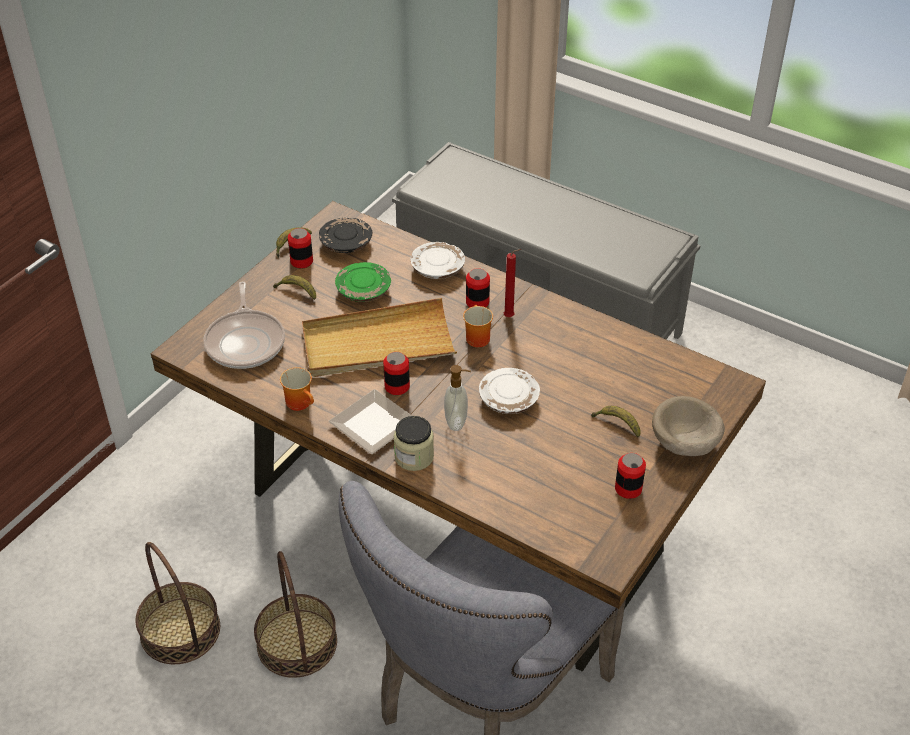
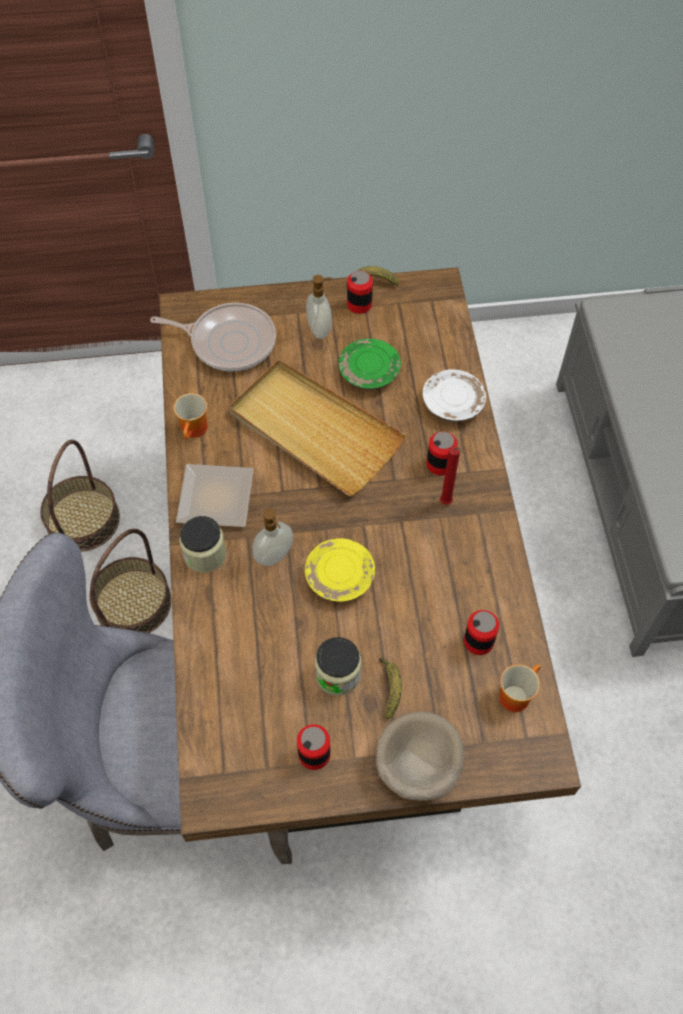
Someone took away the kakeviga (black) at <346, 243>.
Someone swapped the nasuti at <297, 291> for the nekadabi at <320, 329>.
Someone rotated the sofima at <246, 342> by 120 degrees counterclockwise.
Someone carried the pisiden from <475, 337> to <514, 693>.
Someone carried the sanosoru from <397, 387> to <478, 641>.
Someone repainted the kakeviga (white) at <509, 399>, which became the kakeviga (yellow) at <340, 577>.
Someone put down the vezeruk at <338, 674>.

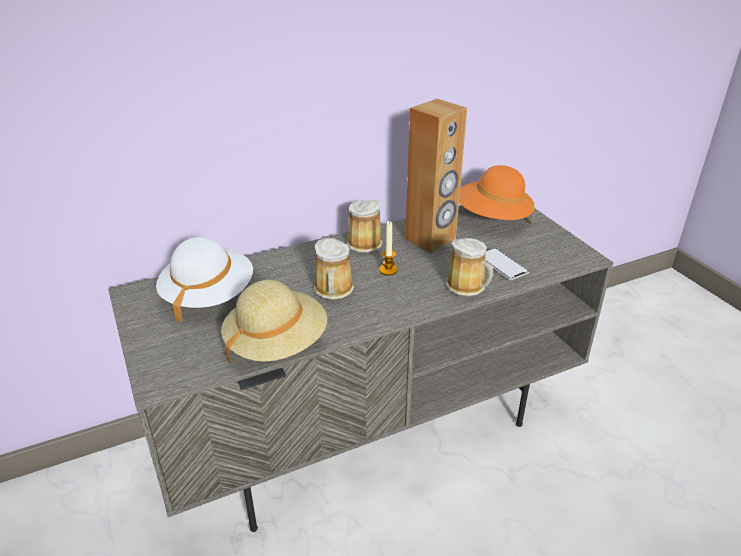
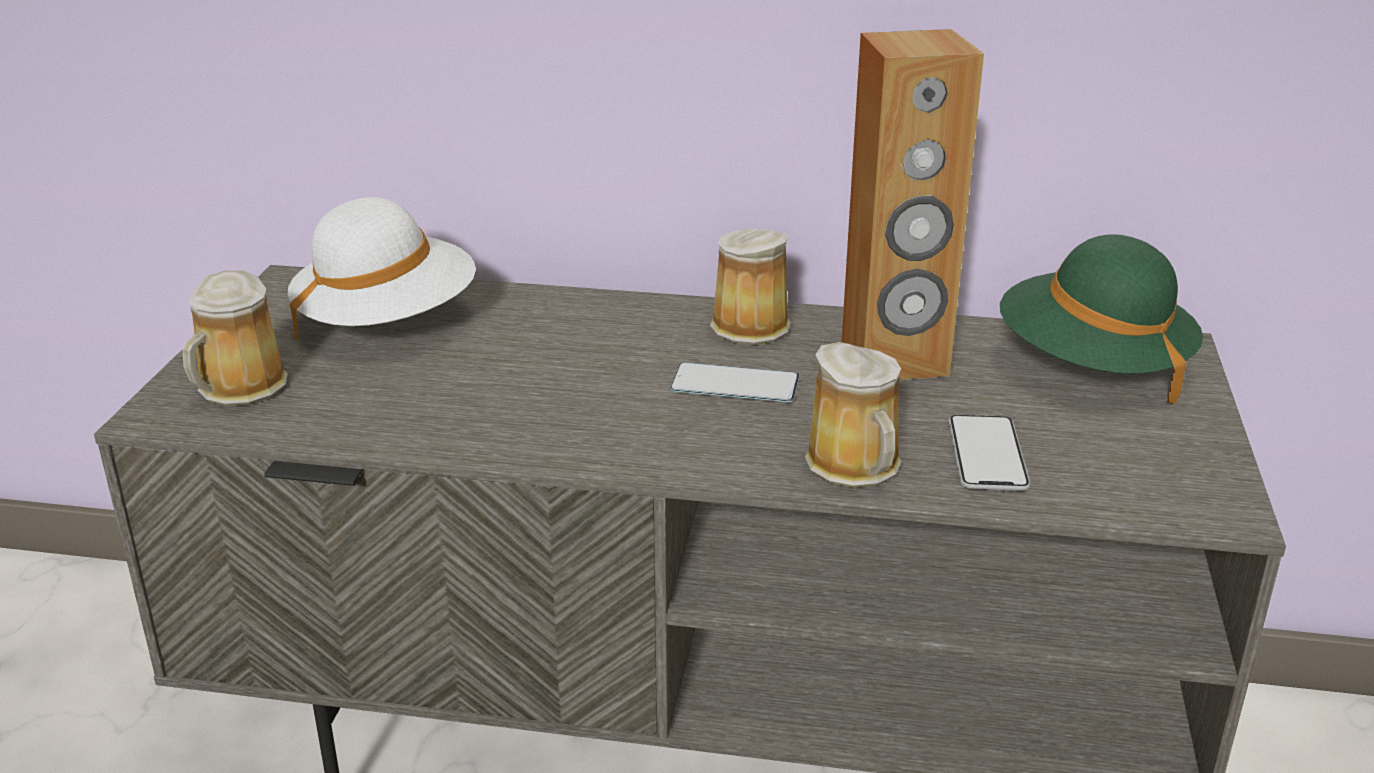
Someone repainted the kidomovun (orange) at <493, 217>, which became the kidomovun (green) at <1092, 364>.
Someone swapped the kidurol at <388, 270> for the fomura at <735, 384>.
Someone carried the pisiden from <333, 290> to <238, 388>.
Someone took away the kidomovun (beige) at <276, 343>.

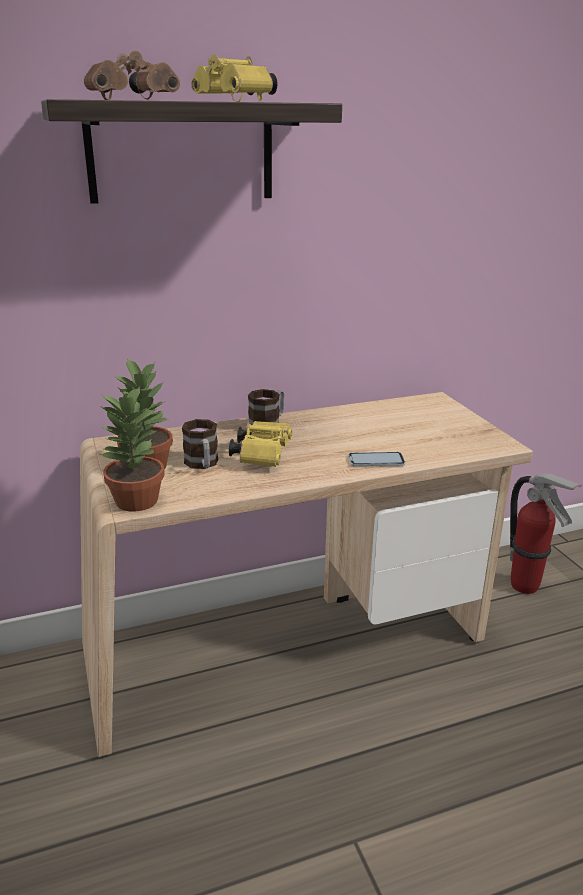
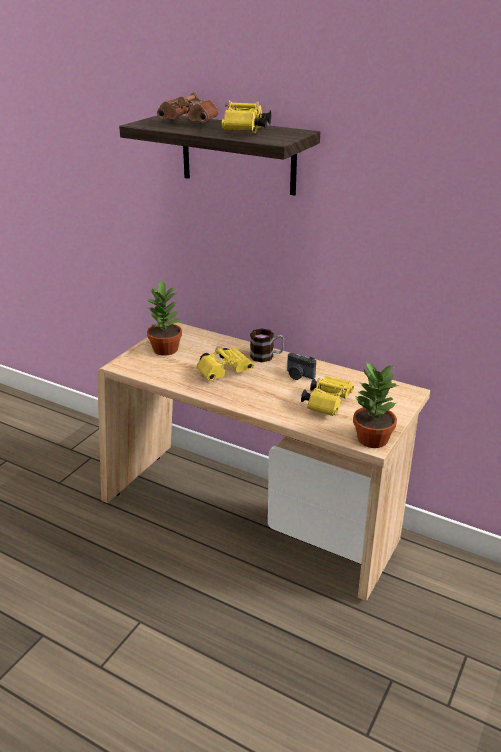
Someone carried the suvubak from <135, 501> to <371, 439>.
Someone took away the pisiden at <202, 464>.
Someone took away the fomura at <376, 461>.
Someone took away the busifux at <525, 586>.
Someone put down the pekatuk at <298, 375>.
Someone put down the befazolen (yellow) at <327, 403>.

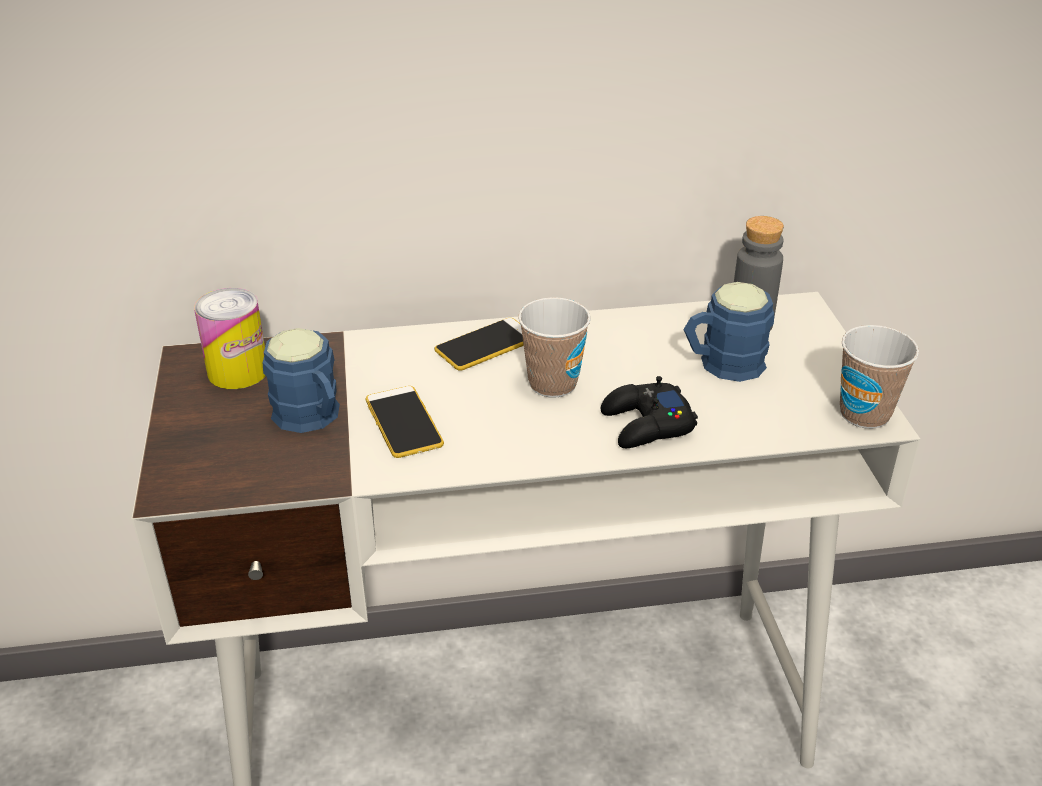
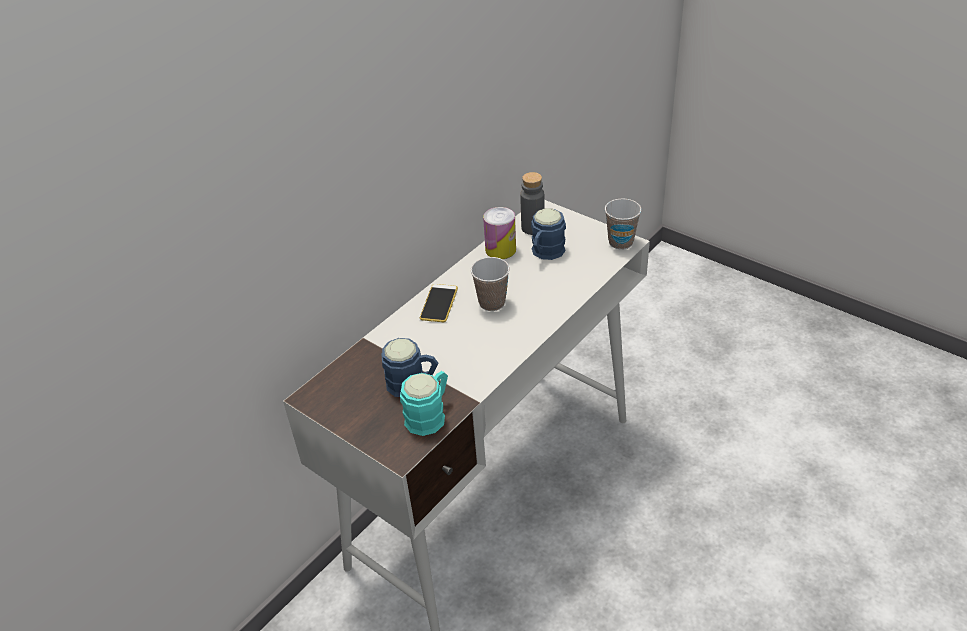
Someone carried the sanosoru from <238, 371> to <500, 249>.
Someone took away the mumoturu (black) at <646, 425>.
Someone took away the fomura at <403, 422>.
Someone put down the pisiden (turquoise) at <430, 414>.

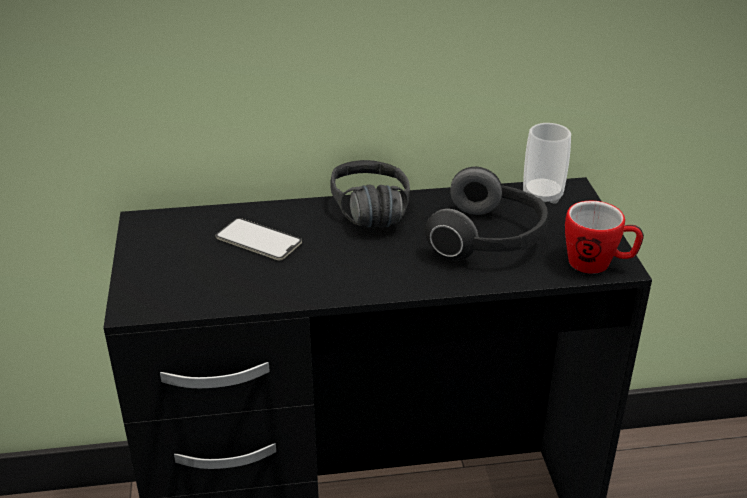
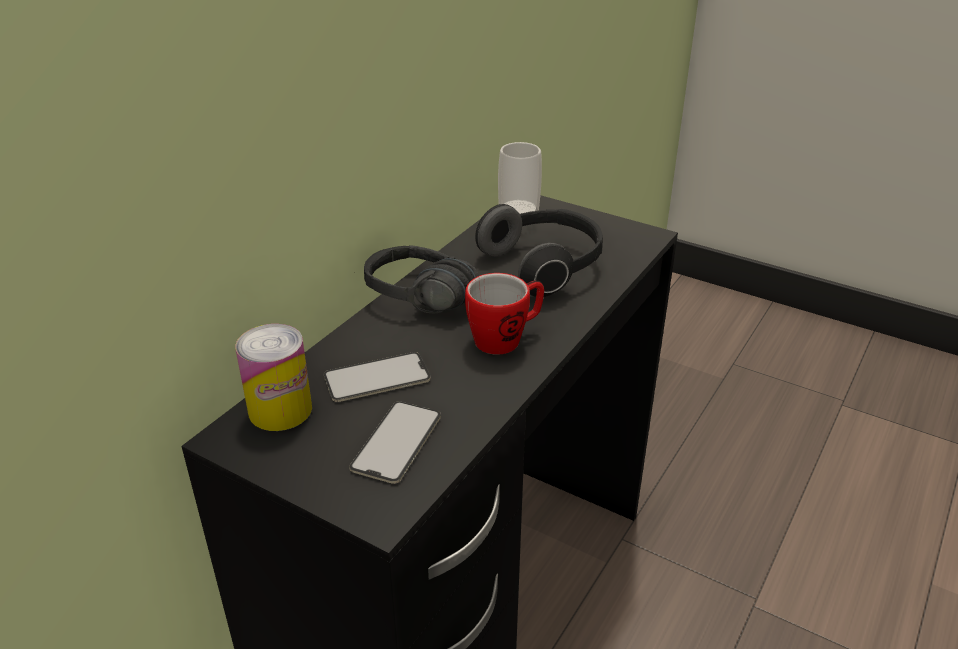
Someone carried the pisiden from <598, 264> to <506, 339>.
Someone put down the sanosoru at <280, 410>.
Someone put down the fomura at <396, 442>.

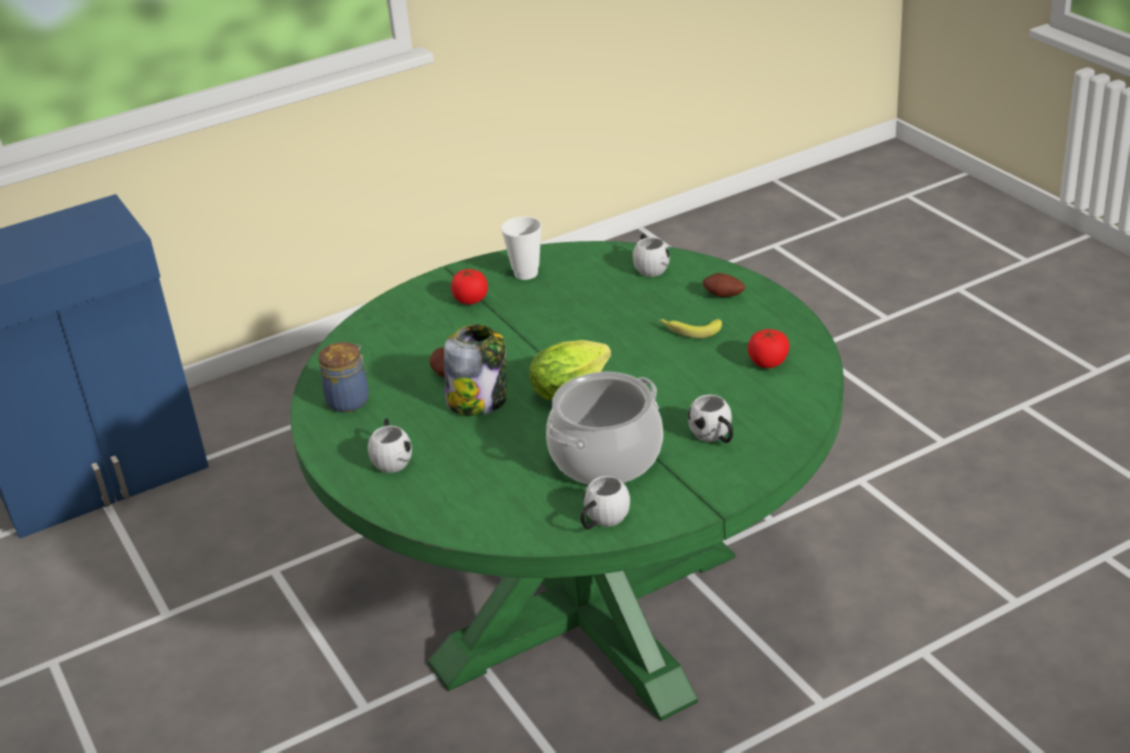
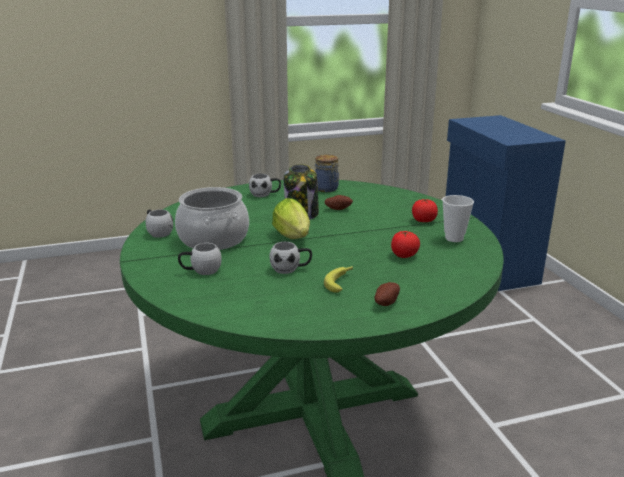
Someone carried the pisiden (white) from <649, 266> to <291, 269>.
Someone carried the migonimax from <768, 362> to <404, 255>.

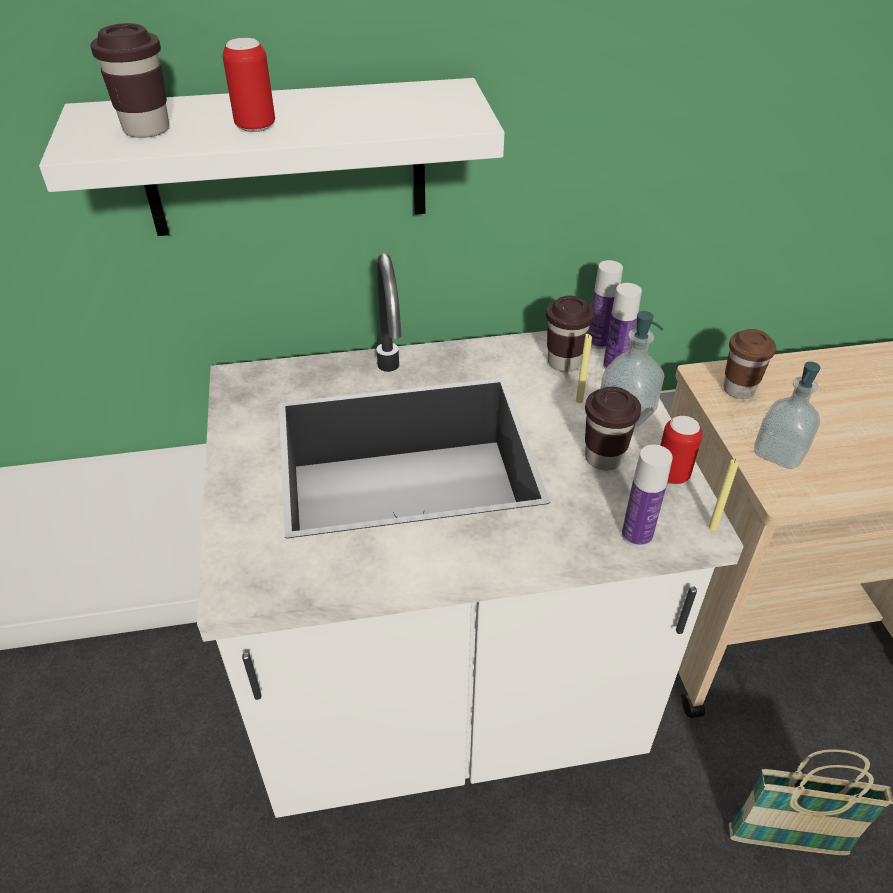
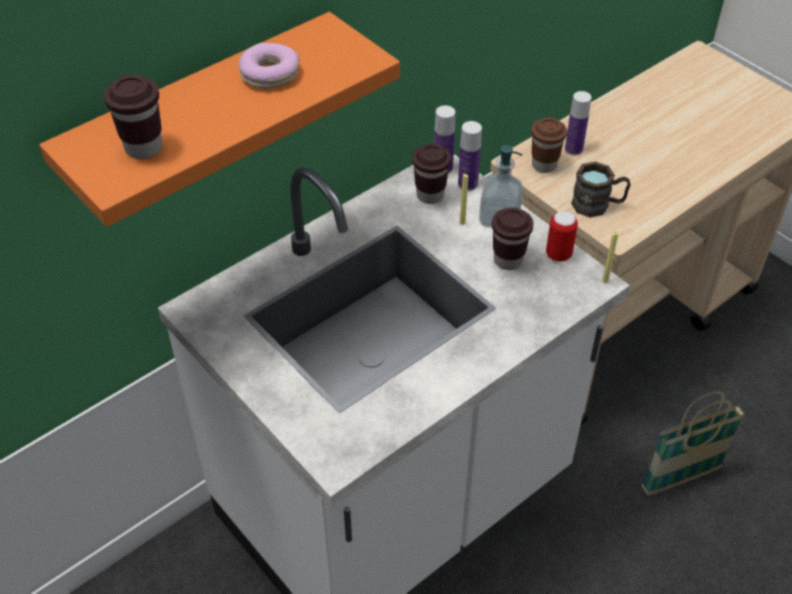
Someone took away the sanosoru at <255, 127>.
Someone repainted the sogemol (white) at <285, 159>, which became the sogemol (orange) at <202, 121>.
Someone swapped the nekadabi at <779, 453> for the pisiden (brown) at <598, 205>.
Someone carried the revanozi from <637, 535> to <573, 149>.
Someone put down the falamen at <270, 74>.

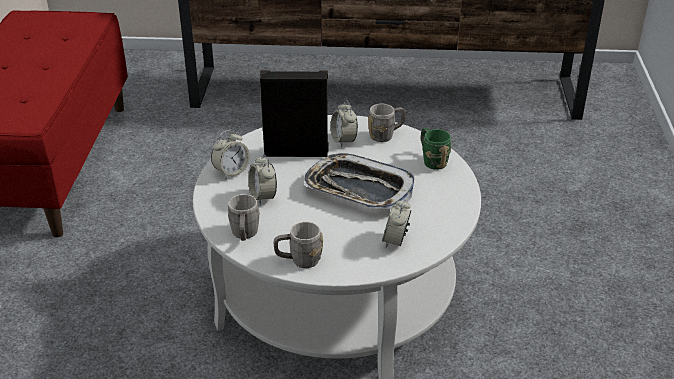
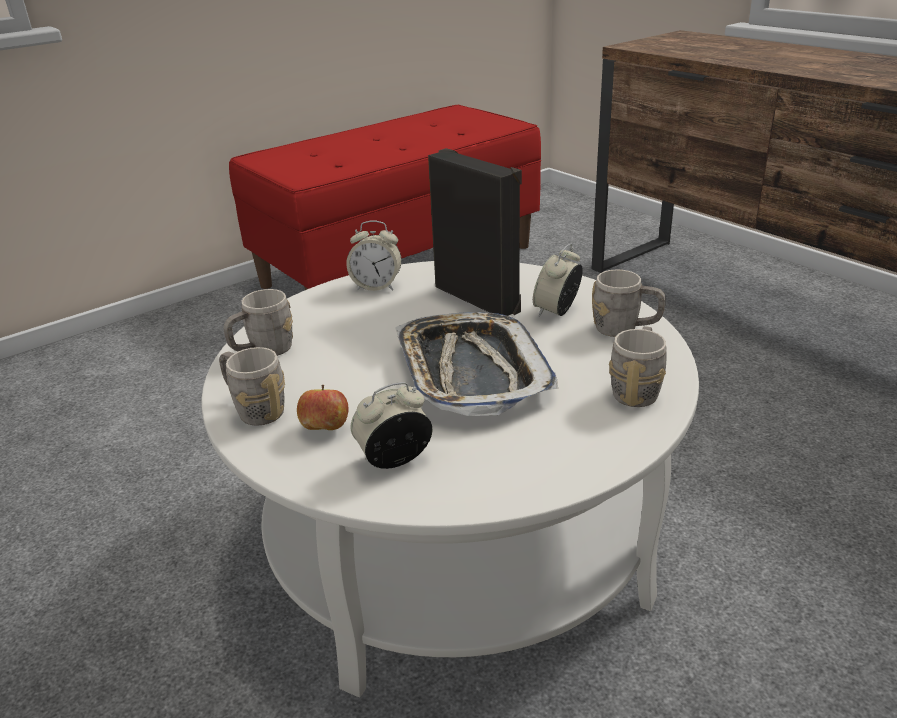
Someone repainted the pisiden (green) at <432, 160>, which became the pisiden (grey) at <637, 389>.
Someone took away the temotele at <263, 197>.
Someone put down the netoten at <325, 428>.

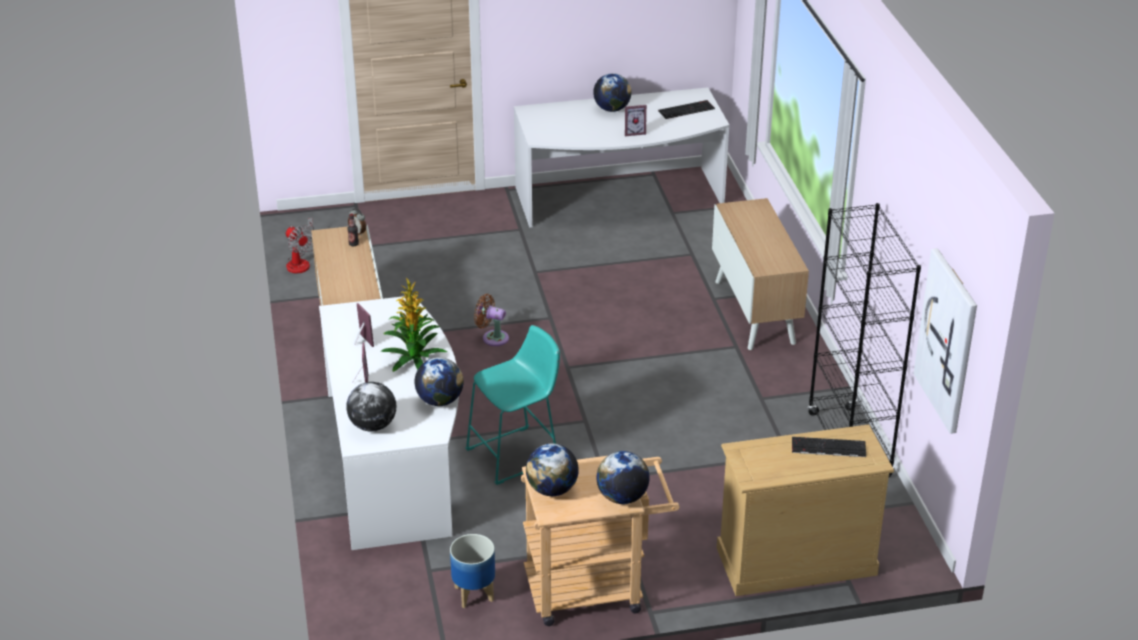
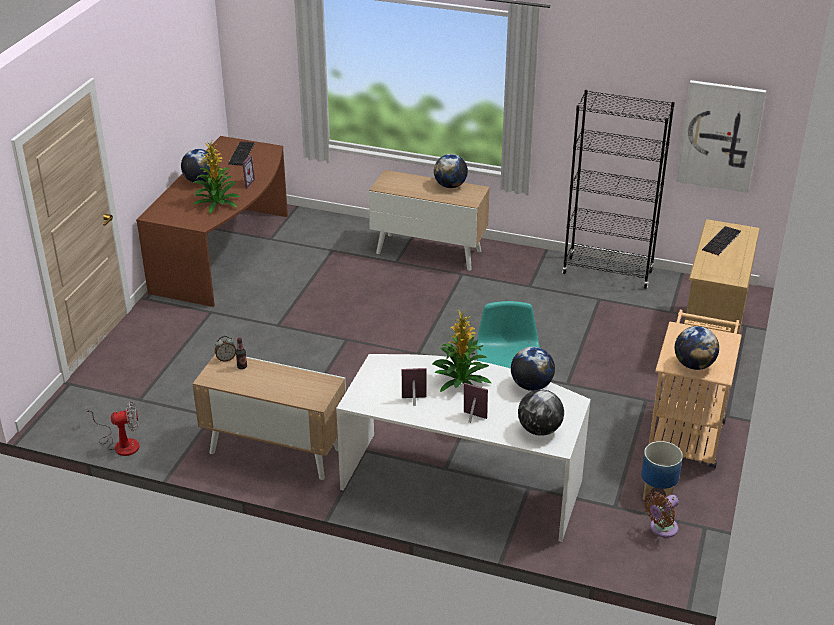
Someone repainted the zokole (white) at <620, 200>, which became the zokole (brown) at <226, 254>.
Someone carried the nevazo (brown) from <492, 337> to <661, 529>.
Someone carried the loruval from <622, 497> to <450, 186>.
Someone put down the suvubak at <217, 203>.

